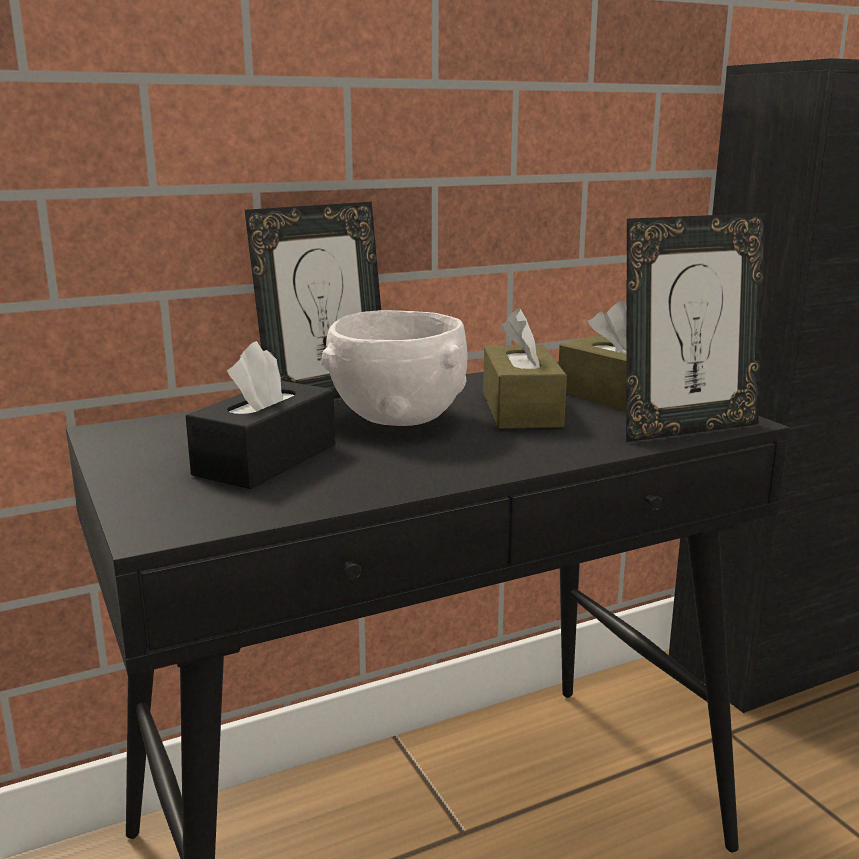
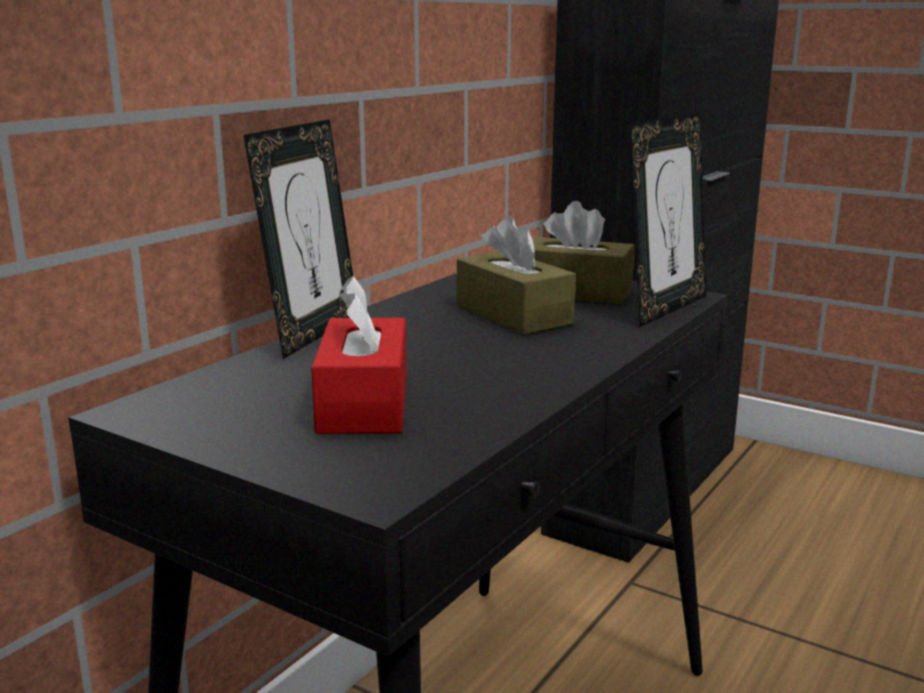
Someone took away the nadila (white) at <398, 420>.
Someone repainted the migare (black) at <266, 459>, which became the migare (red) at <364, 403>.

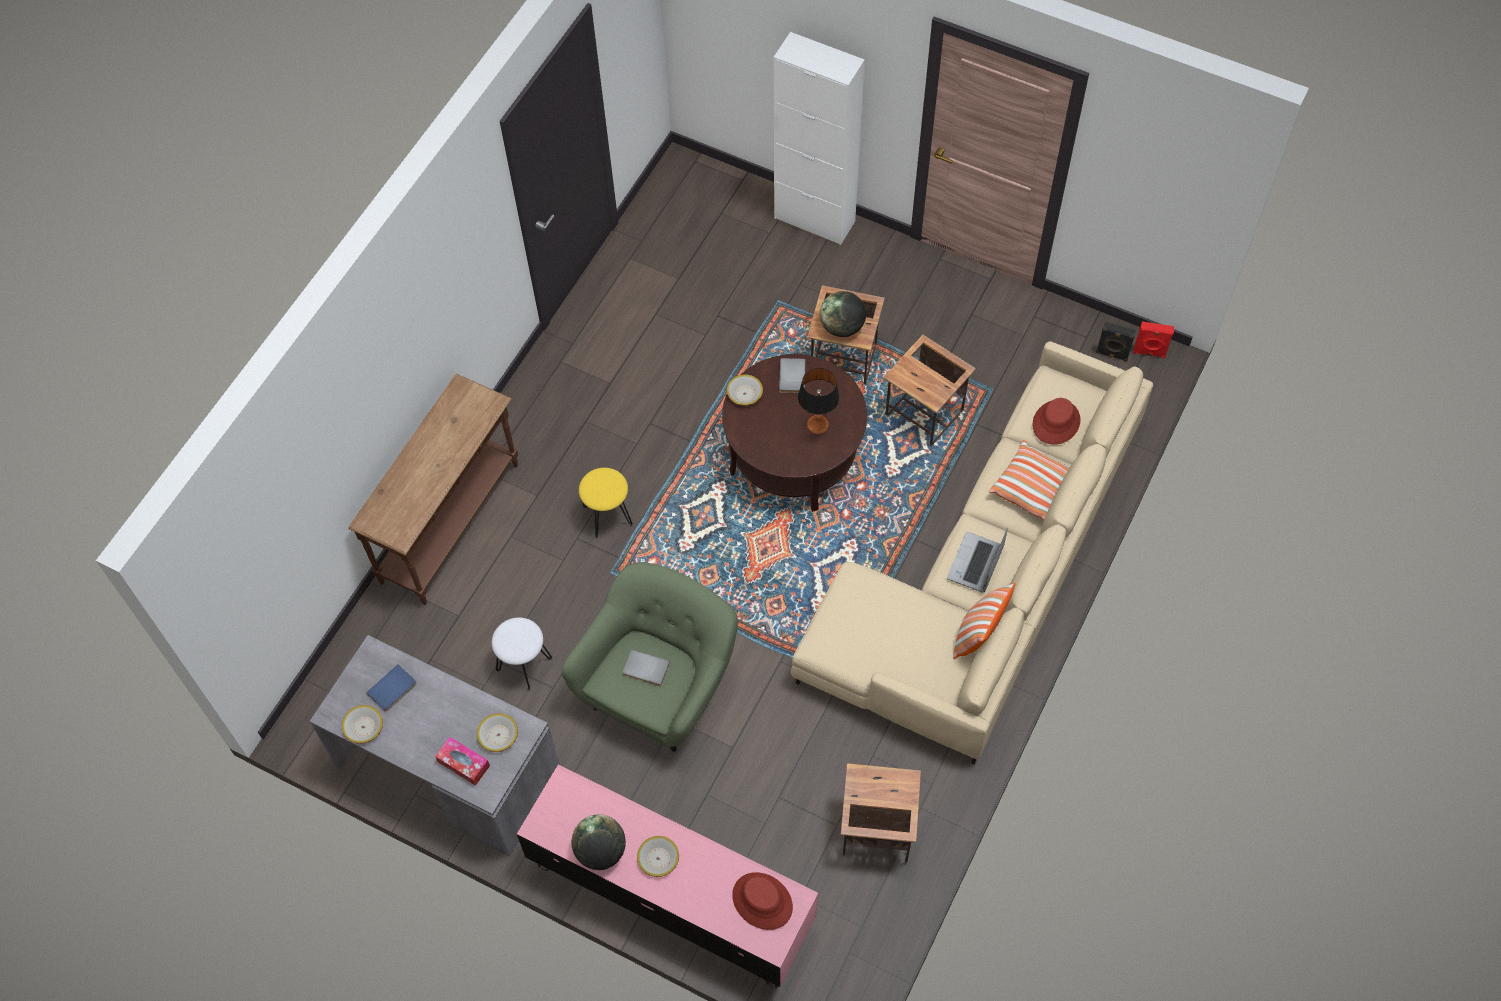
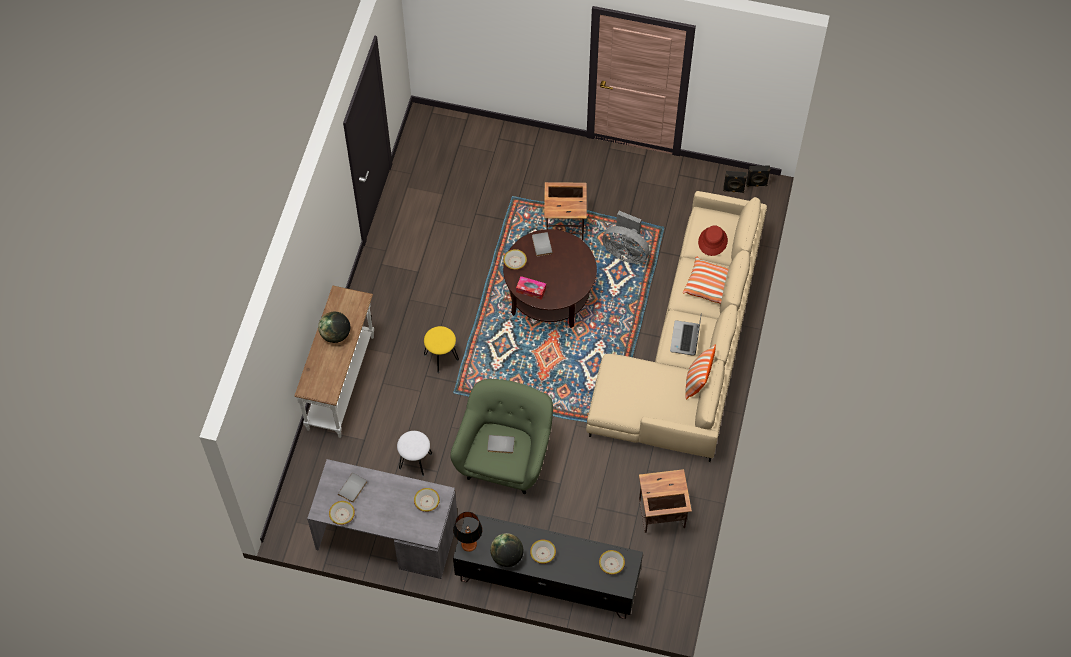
Someone took away the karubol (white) at <814, 219>.
Someone carried the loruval from <842, 327> to <335, 334>.
Someone repainted the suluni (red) at <1149, 353>, which became the suluni (black) at <756, 184>.
Someone swapped the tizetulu at <925, 414> for the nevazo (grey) at <625, 252>.
Someone carried the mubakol from <817, 425> to <469, 544>.
Someone repainted the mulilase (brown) at <452, 524>, which became the mulilase (white) at <342, 383>.
Someone repainted the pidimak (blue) at <393, 690>, which became the pidimak (grey) at <353, 488>.
Someone carried the migare from <463, 764> to <531, 290>.
Someone repainted the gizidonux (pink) at <670, 895>, which became the gizidonux (black) at <547, 579>.
Someone swapped the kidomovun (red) at <762, 901> for the nadila at <611, 564>.

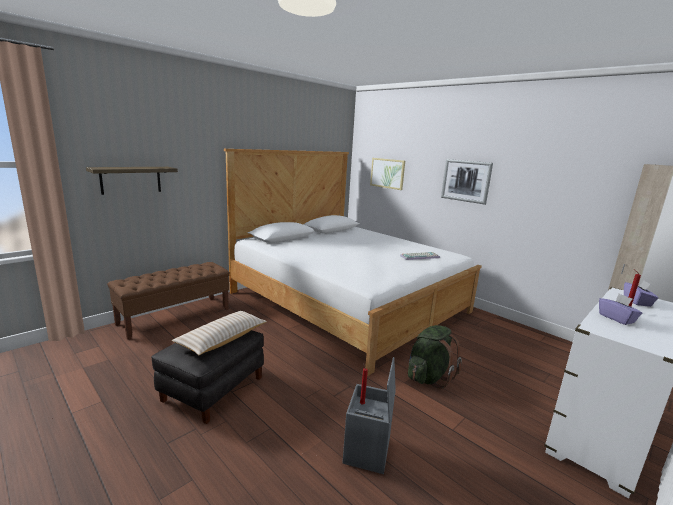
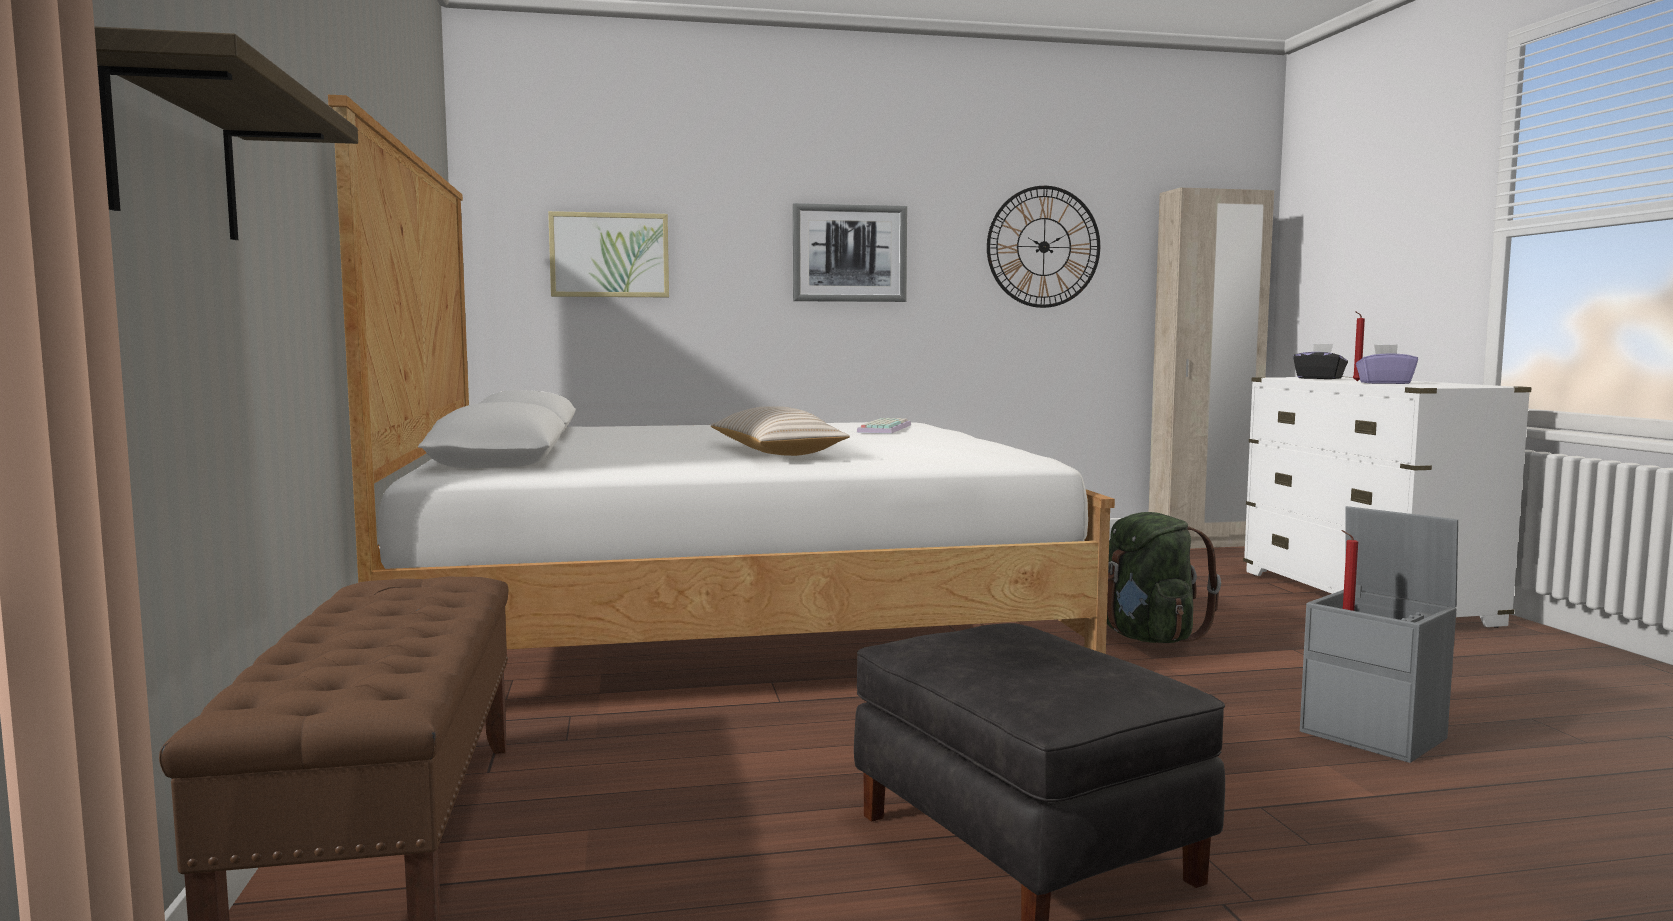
Someone repainted the migare (purple) at <637, 301>, which became the migare (black) at <1319, 378>.
Someone carried the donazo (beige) from <222, 339> to <775, 452>.
Someone put up the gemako at <1043, 247>.

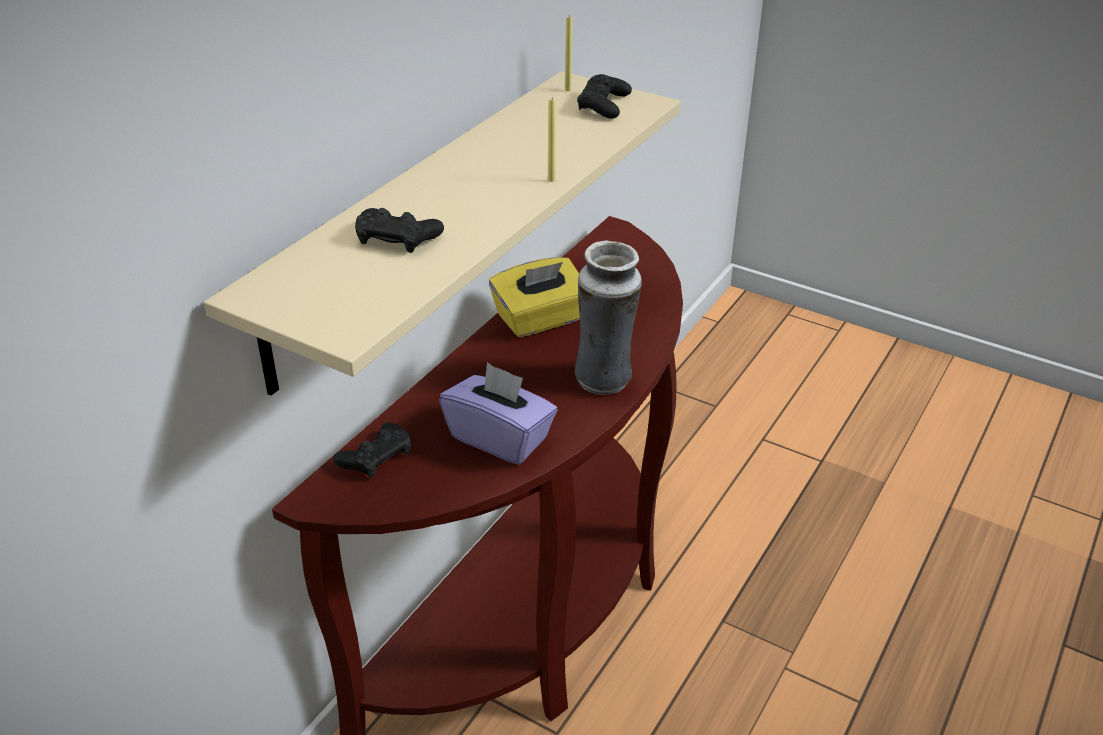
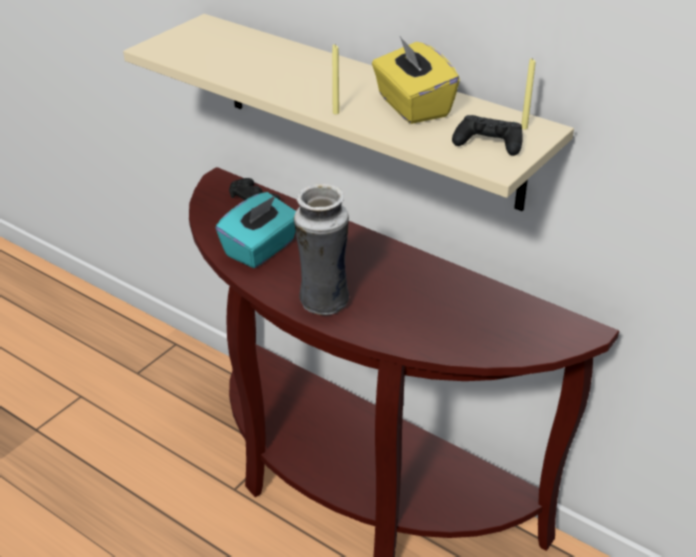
Someone took away the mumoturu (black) at <397, 238>.
Someone carried the migare (yellow) from <540, 320> to <412, 106>.
Someone repainted the migare (purple) at <500, 438>, which became the migare (turquoise) at <261, 249>.

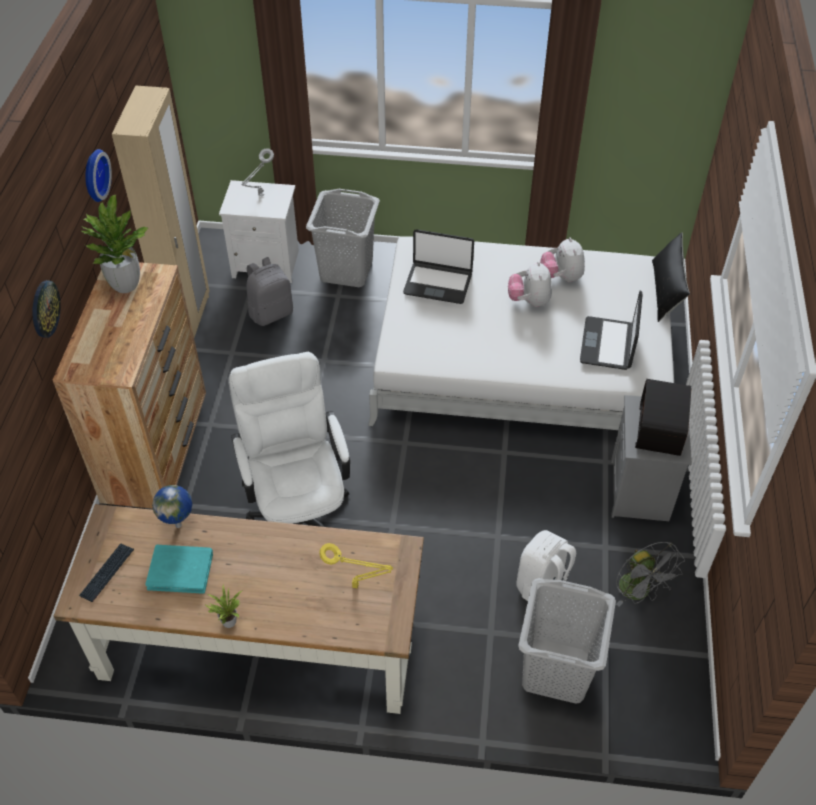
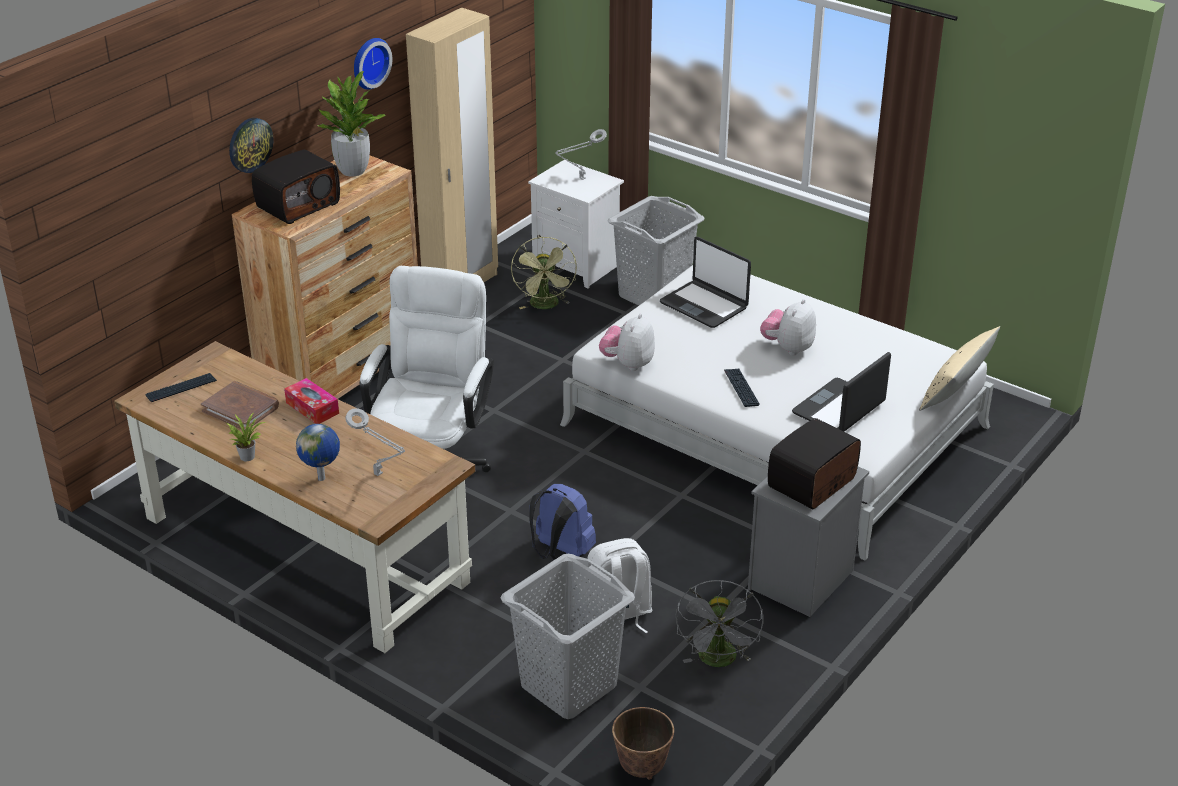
Someone repainted the donazo (black) at <666, 291>, which became the donazo (beige) at <956, 388>.
Someone carried the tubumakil from <561, 277> to <628, 364>.
Someone swapped the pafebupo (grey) at <271, 313> for the nevazo (green) at <546, 306>.
Someone carried the loruval from <179, 525> to <322, 478>.
Someone repainted the mubakol (yellow) at <358, 586>, which became the mubakol (grey) at <380, 475>.
Someone repainted the pidimak (turquoise) at <180, 570>, which became the pidimak (brown) at <241, 409>.
Someone put down the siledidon at <298, 205>.
Someone put down the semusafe at <741, 388>.
Someone put down the migare at <312, 408>.
Someone put down the pafebupo (blue) at <560, 554>.
Someone put down the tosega at <642, 768>.

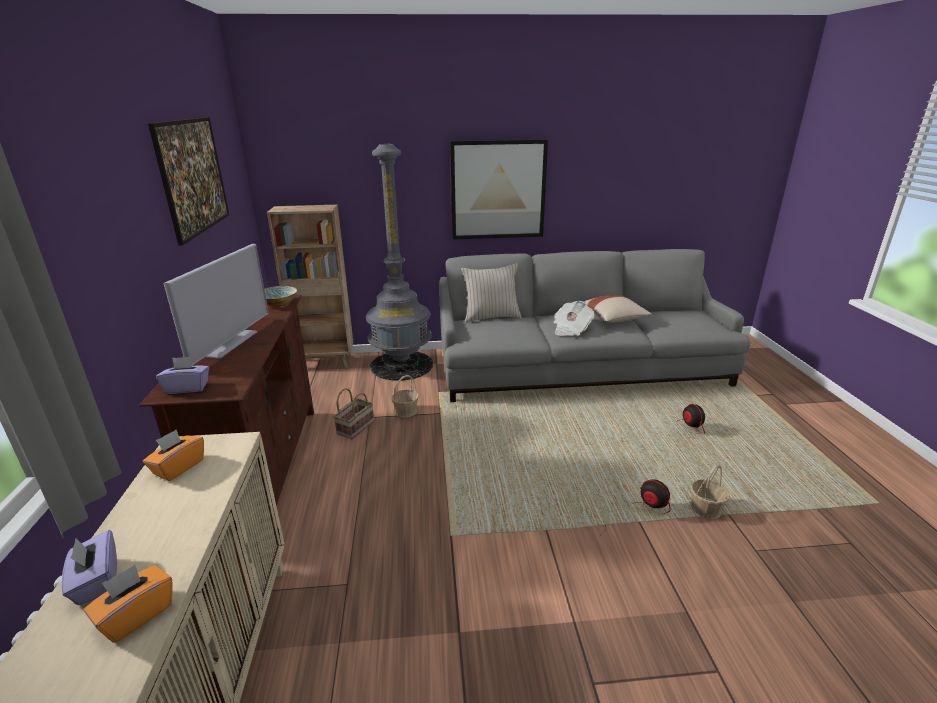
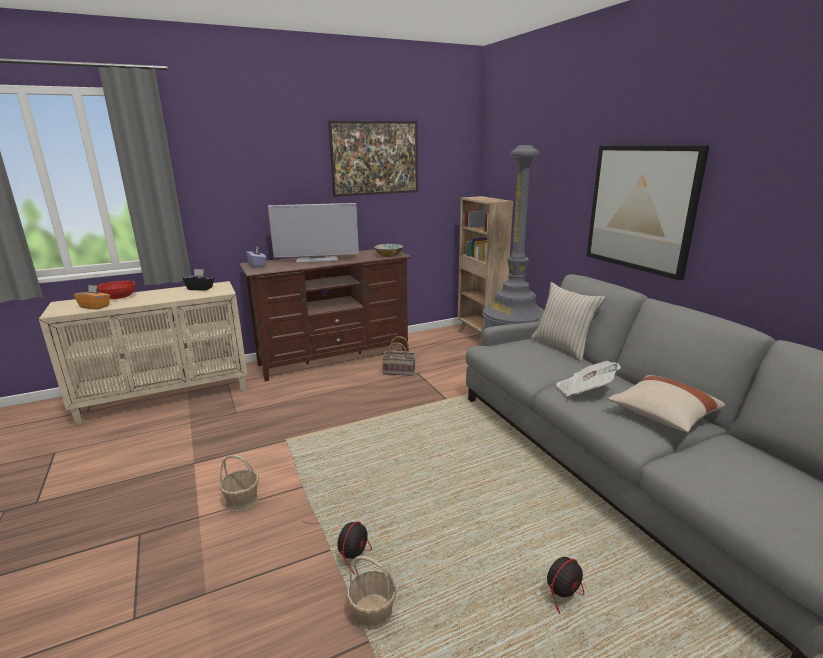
Someone carried the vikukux from <405, 411> to <242, 500>.
Someone repainted the migare (orange) at <178, 467>, which became the migare (black) at <200, 288>.
Someone swapped the migare (purple) at <97, 581> for the nadila (red) at <119, 297>.

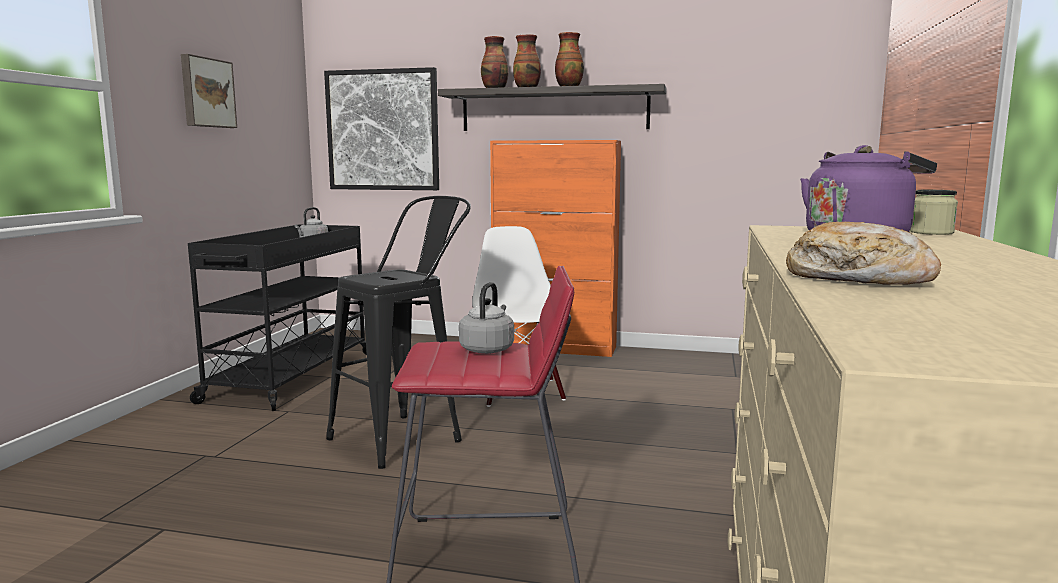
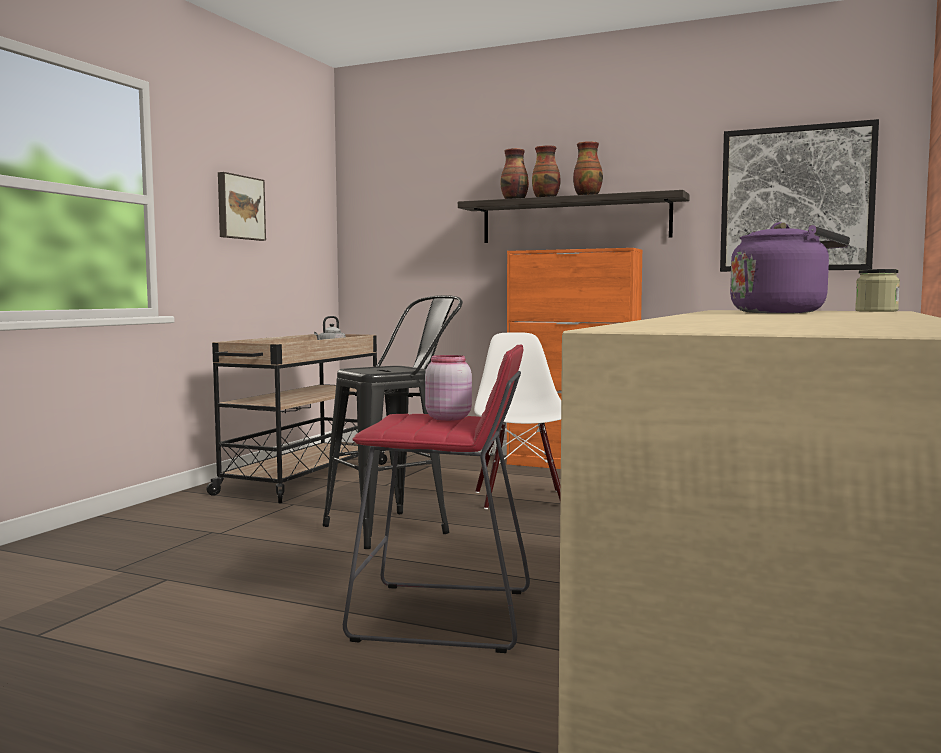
Someone carried the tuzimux from <383, 130> to <796, 199>.
Someone took away the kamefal at <856, 278>.
Someone repainted the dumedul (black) at <291, 377>, which became the dumedul (beige) at <302, 479>.
Someone swapped the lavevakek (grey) at <488, 349> for the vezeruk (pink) at <448, 418>.

